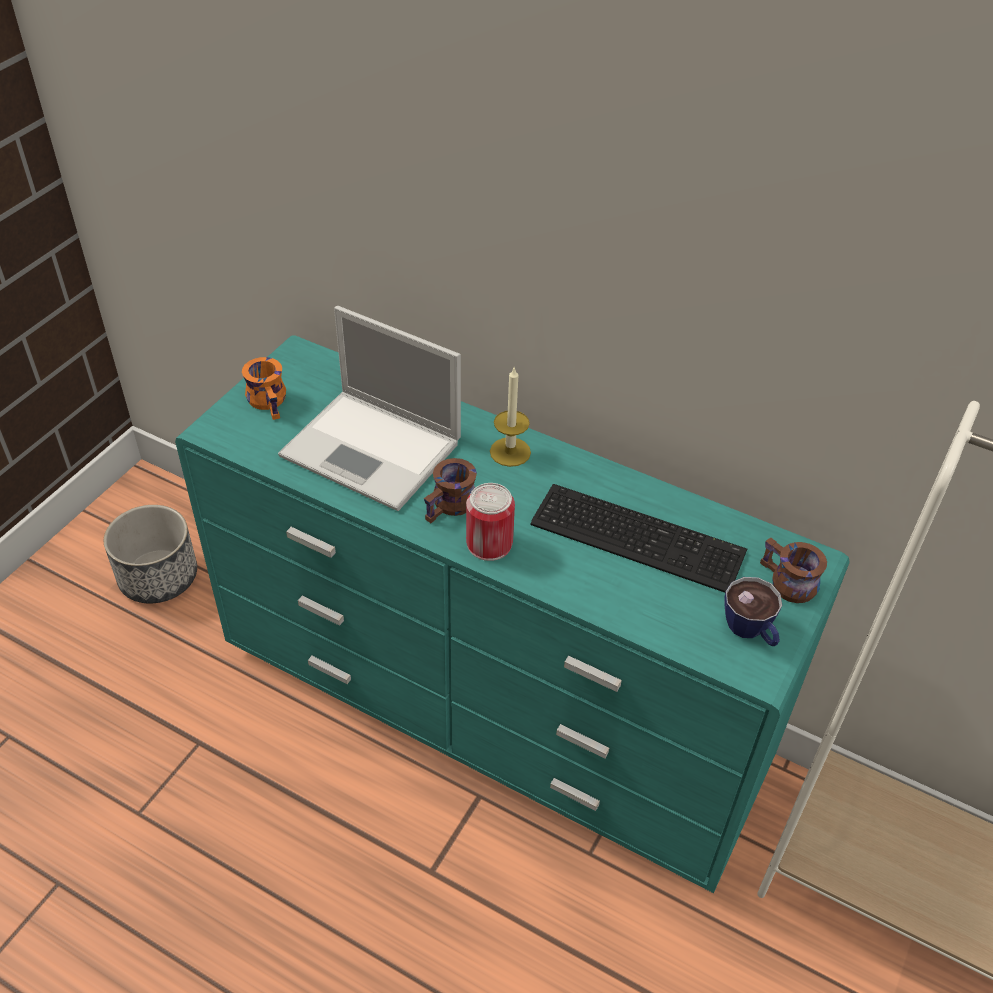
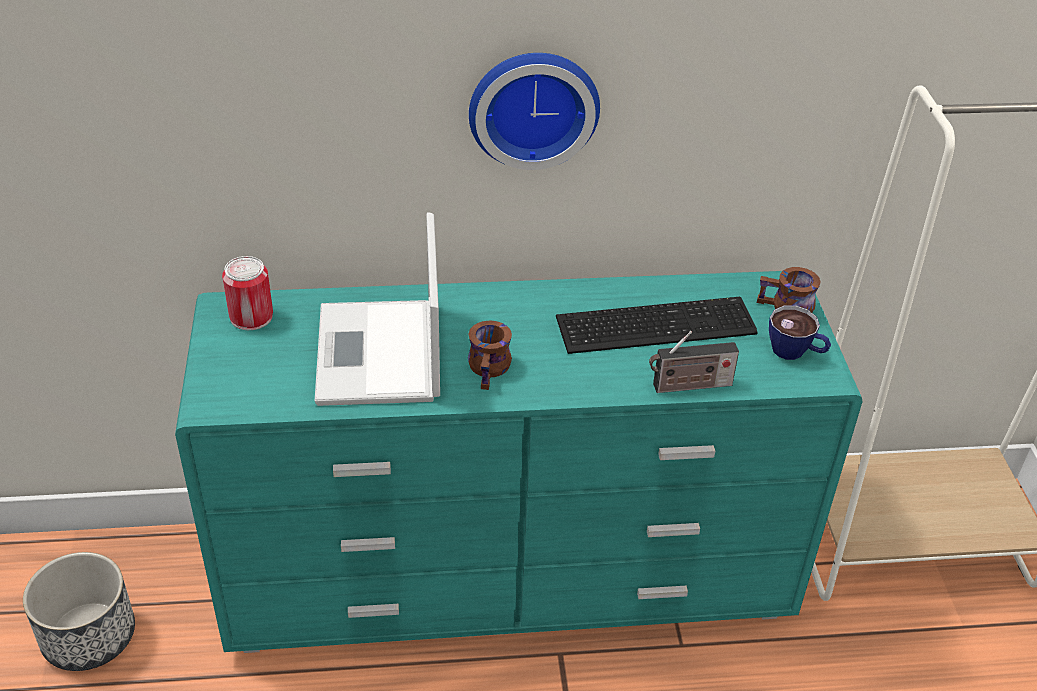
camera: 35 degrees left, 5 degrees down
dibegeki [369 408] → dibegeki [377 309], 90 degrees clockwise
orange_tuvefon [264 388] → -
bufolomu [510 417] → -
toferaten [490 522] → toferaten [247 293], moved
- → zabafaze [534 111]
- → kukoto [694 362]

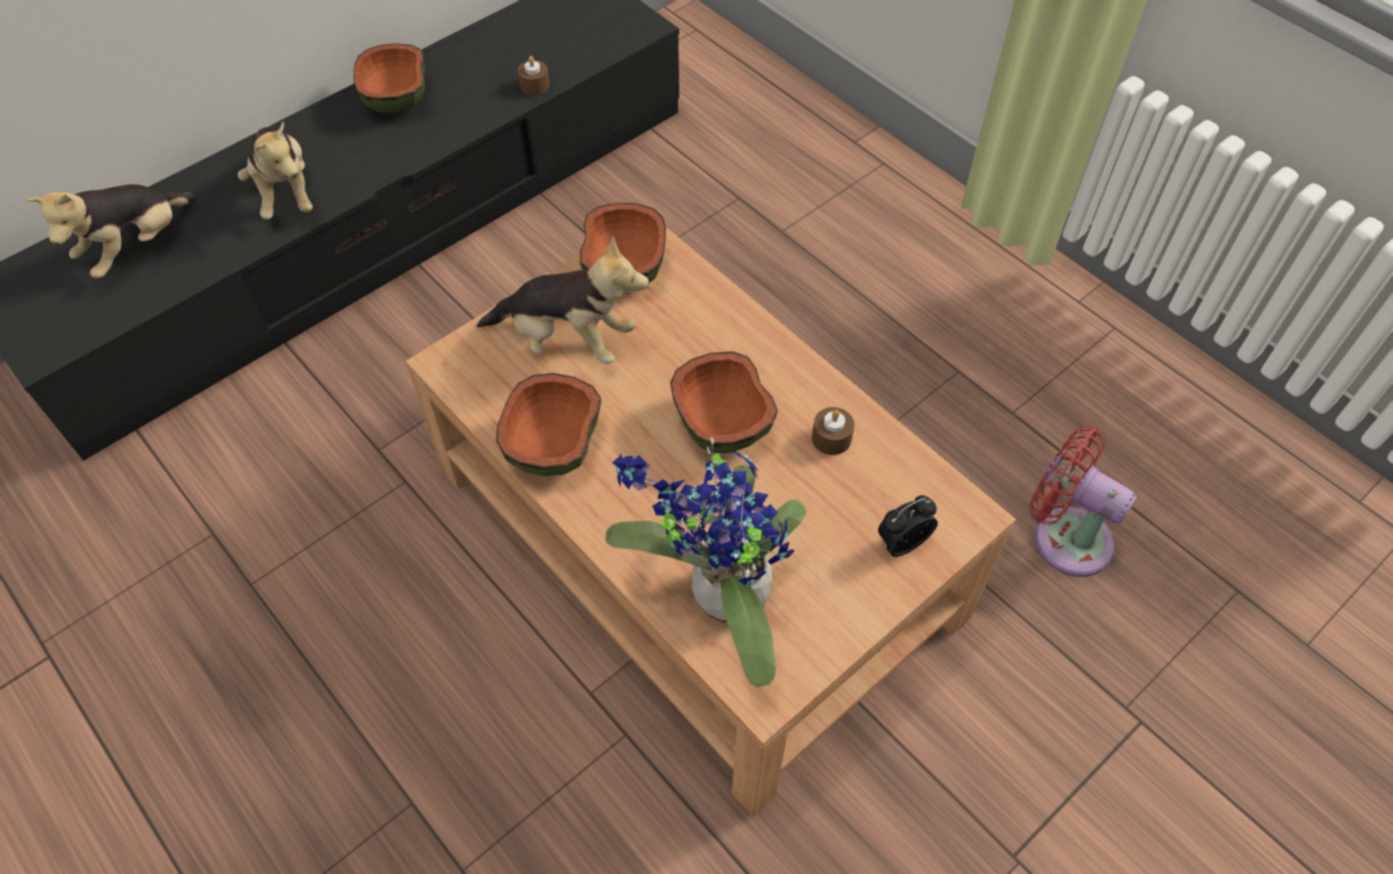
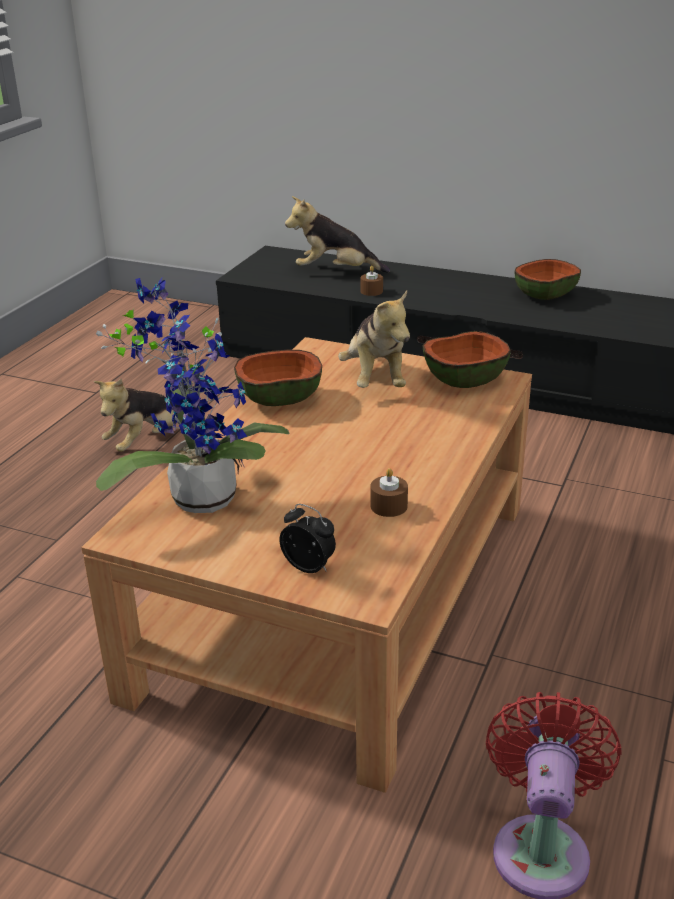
camera: 65 degrees right, 25 degrees down
brown_bufolomu [534 75] → brown_bufolomu [372 281], moved
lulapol [275 170] → lulapol [134 415], moved
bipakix [724 402] → -

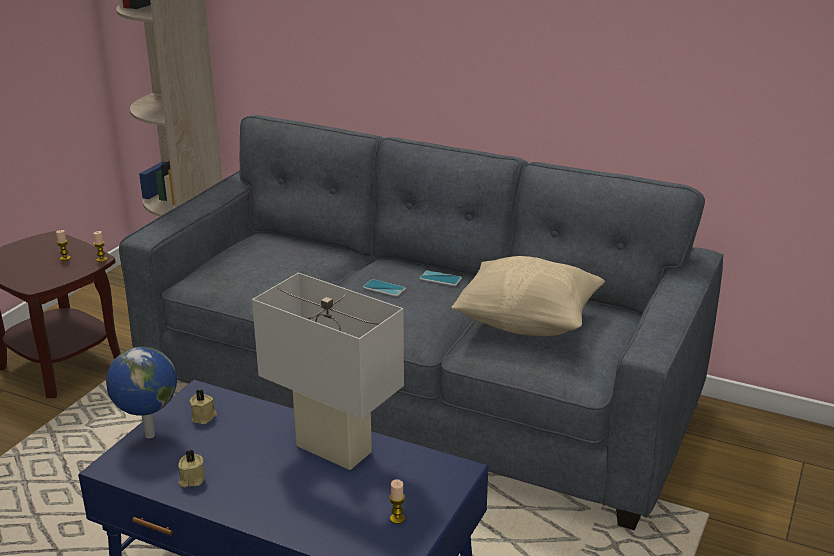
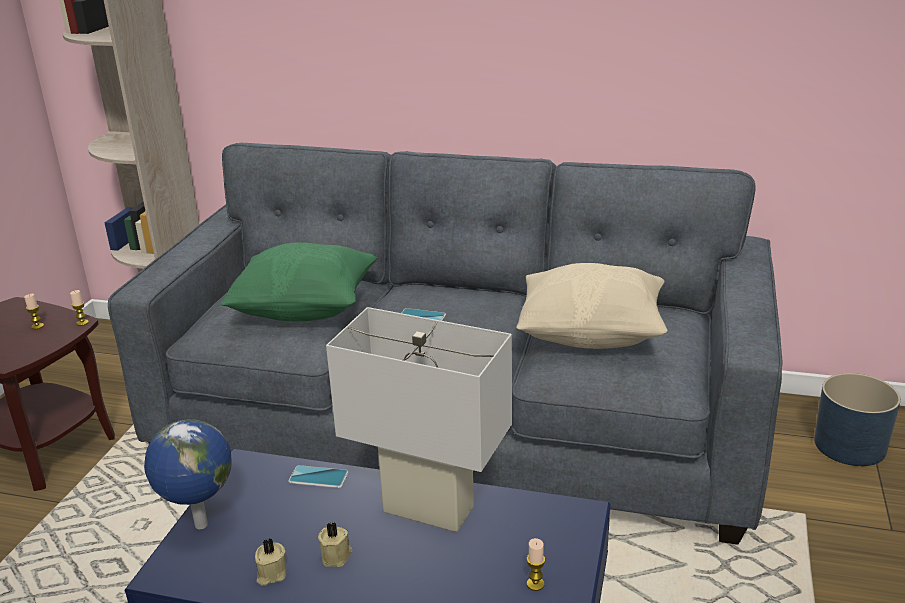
camera: 10 degrees left, 0 degrees up
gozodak [440 278] → gozodak [318 476], moved
beige_bufolomu [203 406] → beige_bufolomu [335 544], moved
- → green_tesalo [298 281]
- → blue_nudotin [857 419]

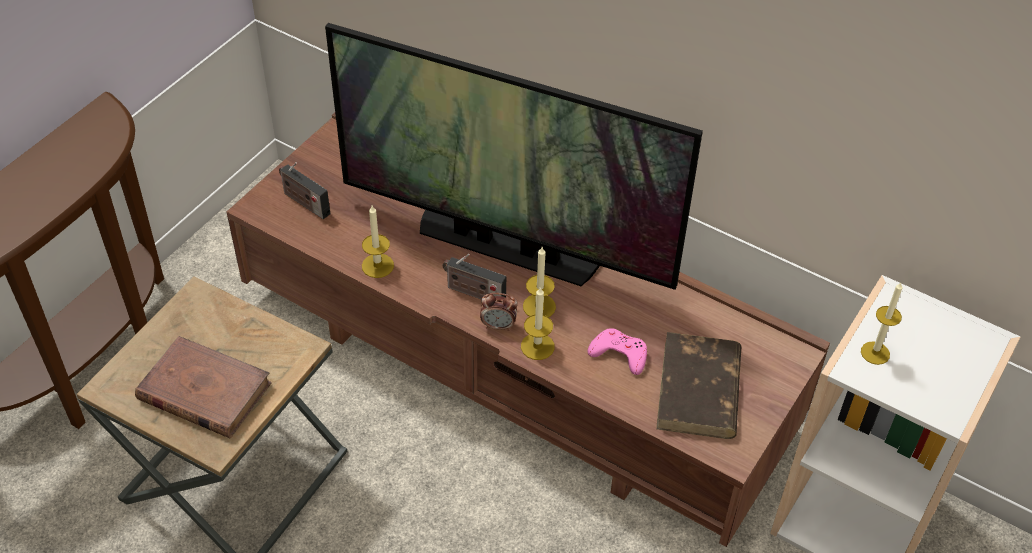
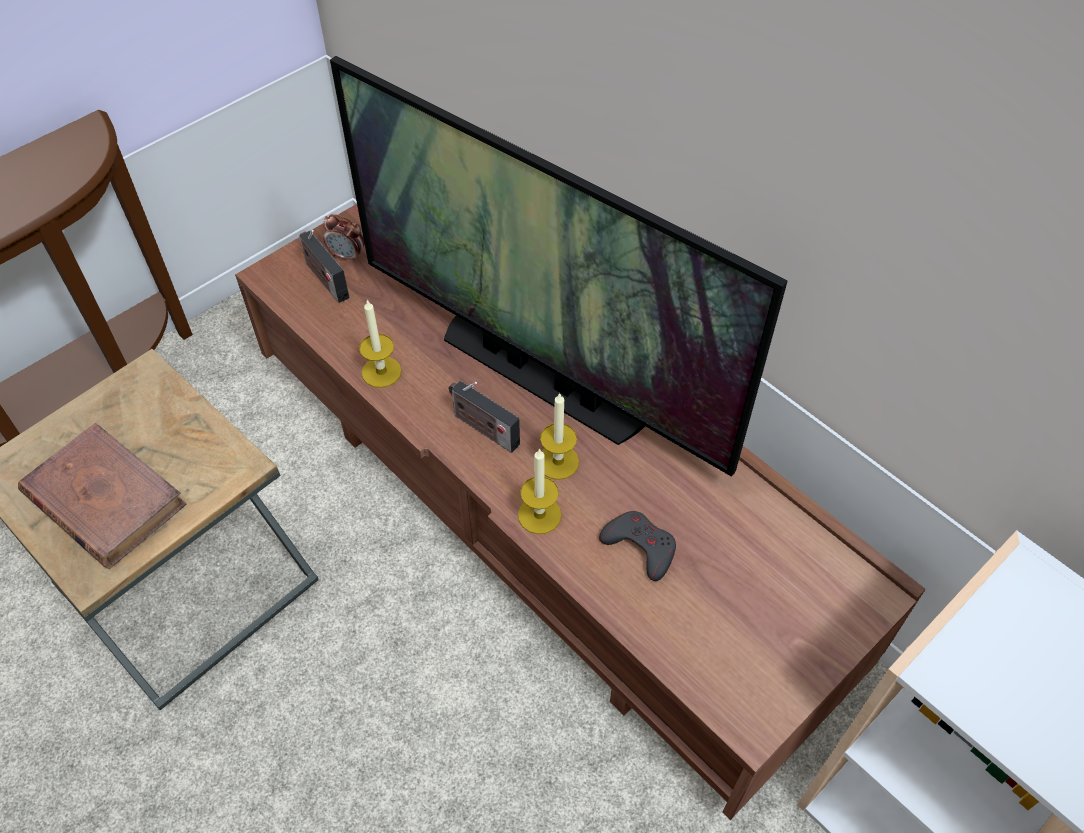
camera: 15 degrees right, 5 degrees up
bufolomu [881 324] → -
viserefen [499 312] → viserefen [344 238], moved
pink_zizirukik [617 351] → grey_zizirukik [637 546]
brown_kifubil [698 385] → -

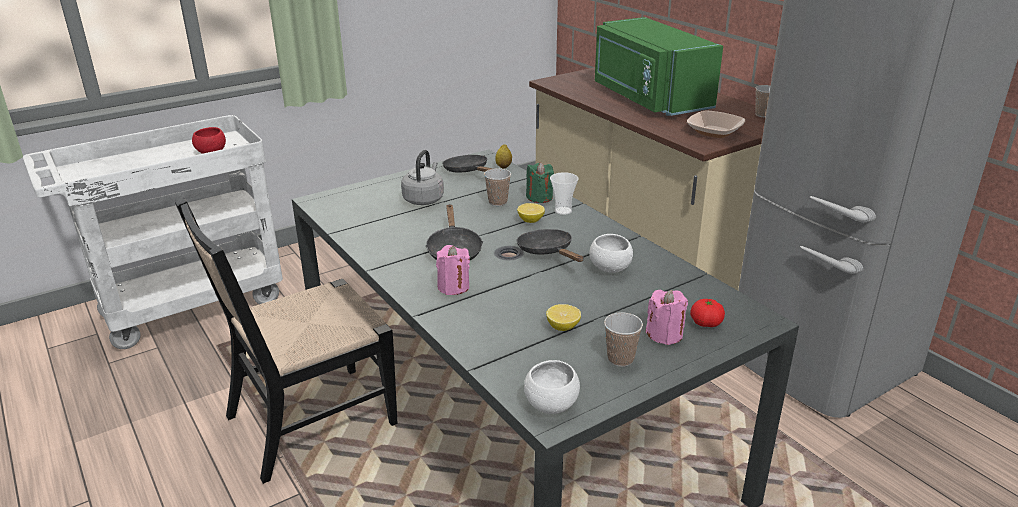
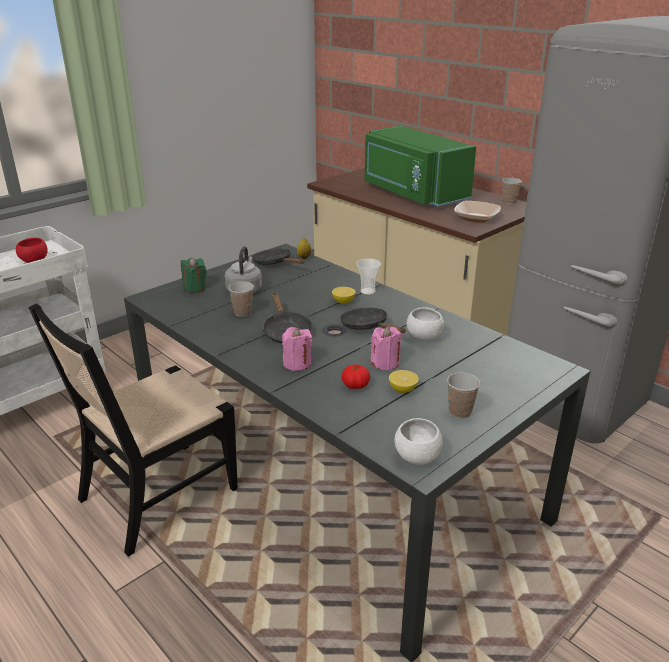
camera: 10 degrees left, 0 degrees up
green_bufolomu [540 182] → green_bufolomu [194 275], moved
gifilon [497 187] → gifilon [241 299], moved
pink_bufolomu [667 317] → pink_bufolomu [386 348], moved
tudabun [707 313] → tudabun [355 377], moved

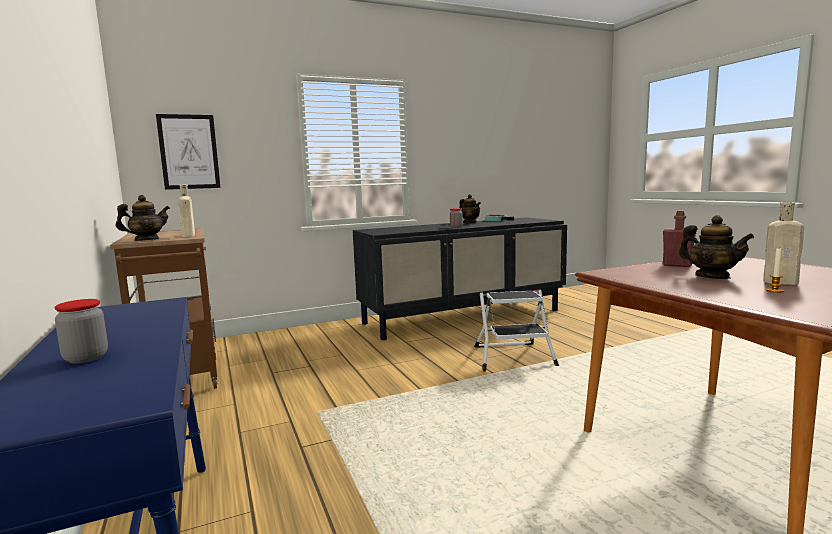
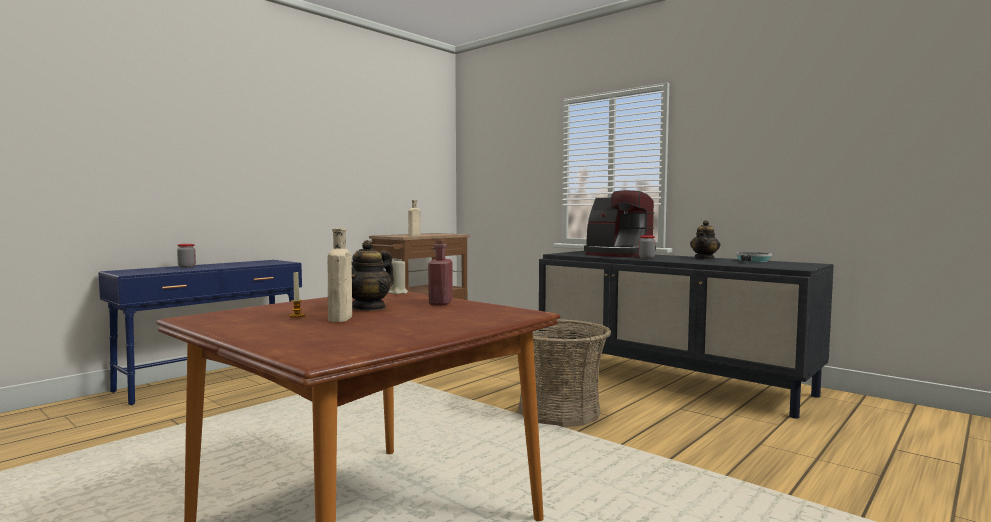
camera: 65 degrees right, 5 degrees down
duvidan [188 152] → -
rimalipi [143 218] → -
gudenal [516 330] → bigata [564 373]
- → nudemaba [620 223]
- → beige_bufolomu [398 276]

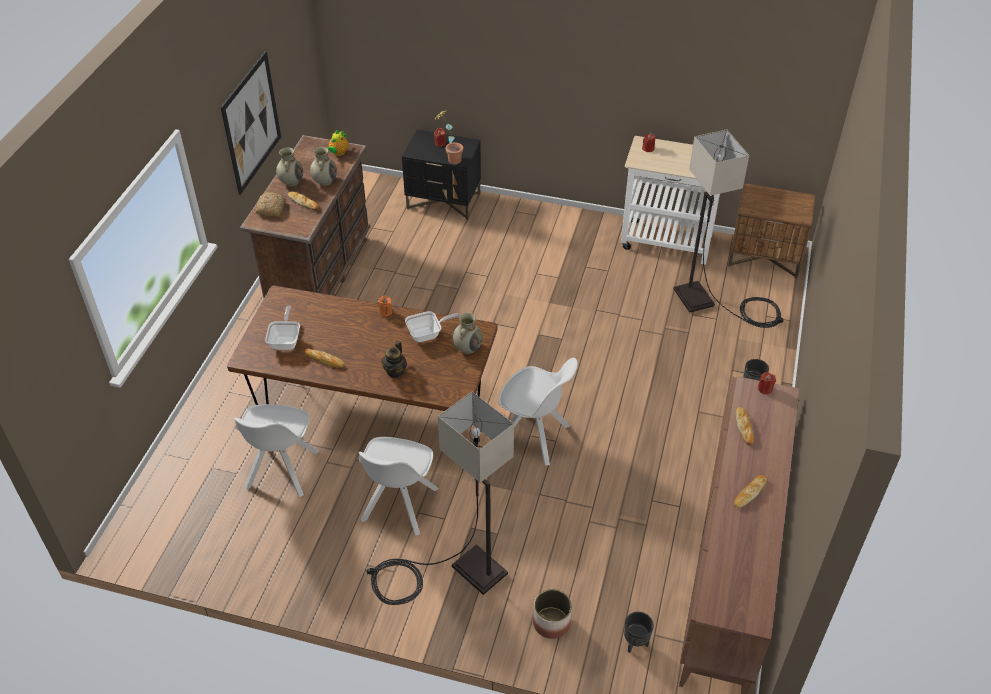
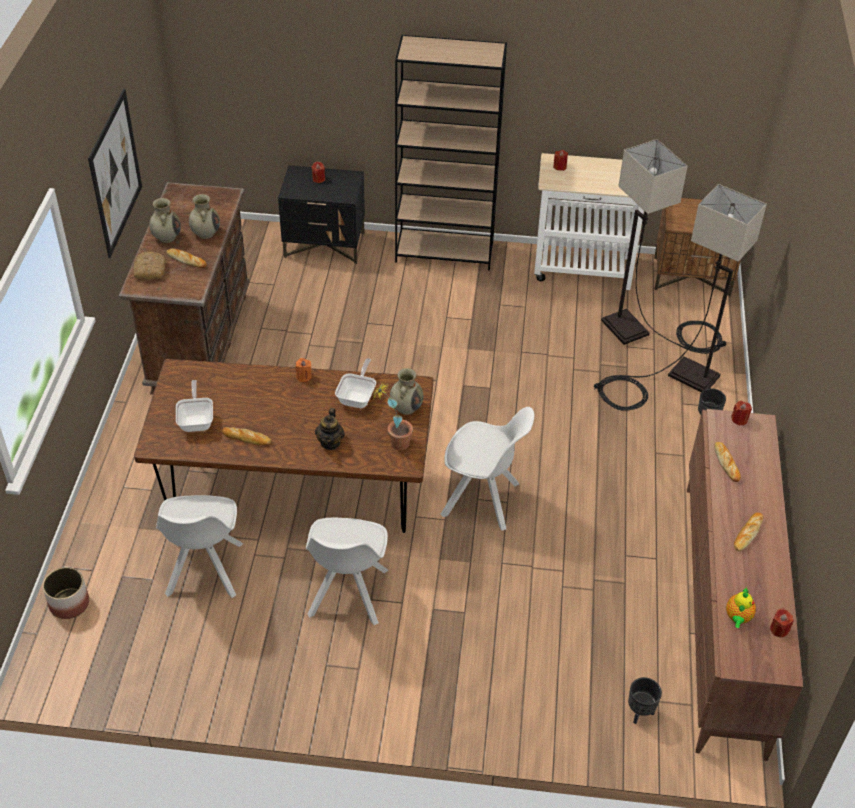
camera: 10 degrees left, 0 degrees up
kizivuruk [448 137] → kizivuruk [393 416], moved
rimalipi [337 143] → rimalipi [741 607], moved
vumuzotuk [432 326] → vumuzotuk [355 383], 45 degrees counterclockwise
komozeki [440 498] → komozeki [680 297], moved
nudotin [552 614] → nudotin [66 593], moved
- → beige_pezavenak [451 153]
- → red_bufolomu [782 622]

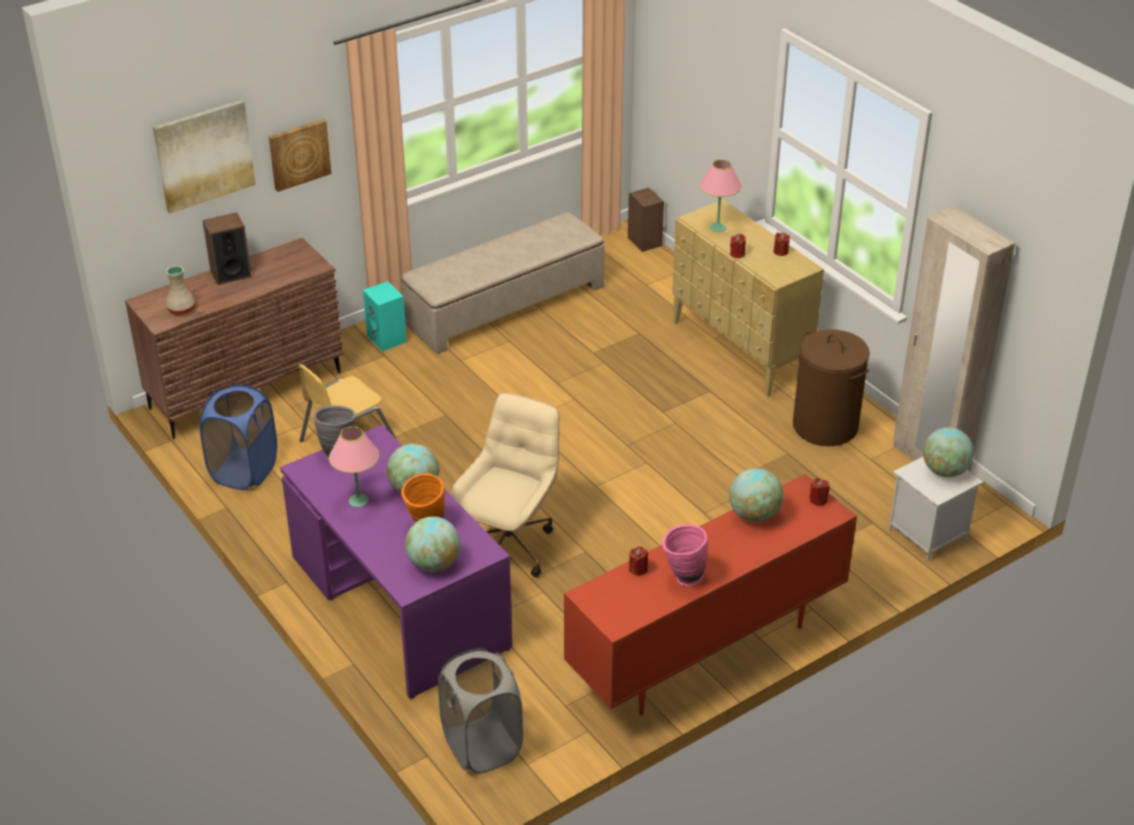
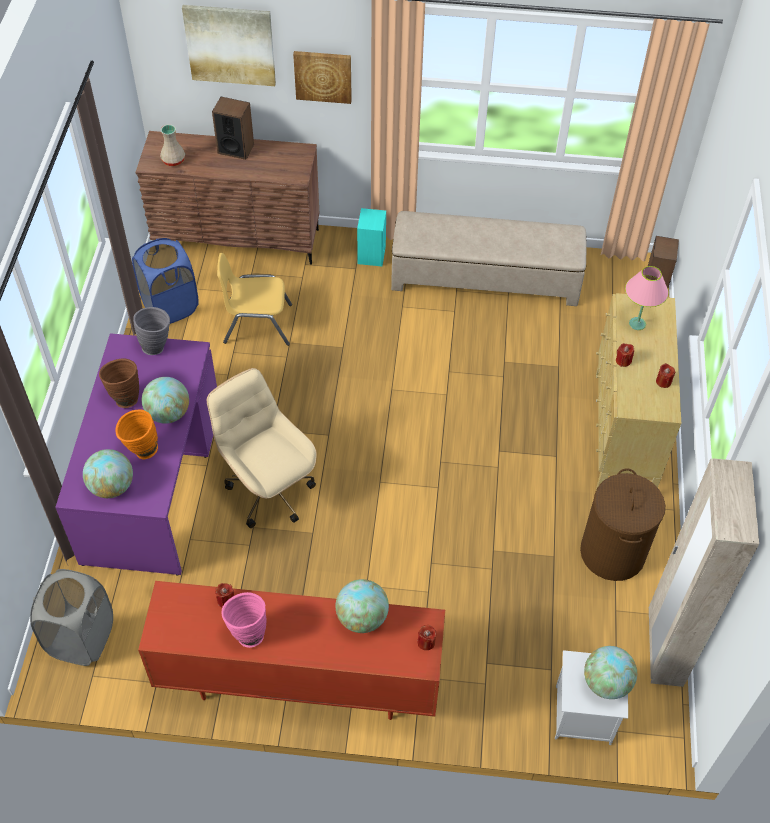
camera: 40 degrees right, 15 degrees up
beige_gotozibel [505 485] → beige_gotozibel [262 448], 105 degrees counterclockwise
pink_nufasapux [354 466] → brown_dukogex [119 383]

